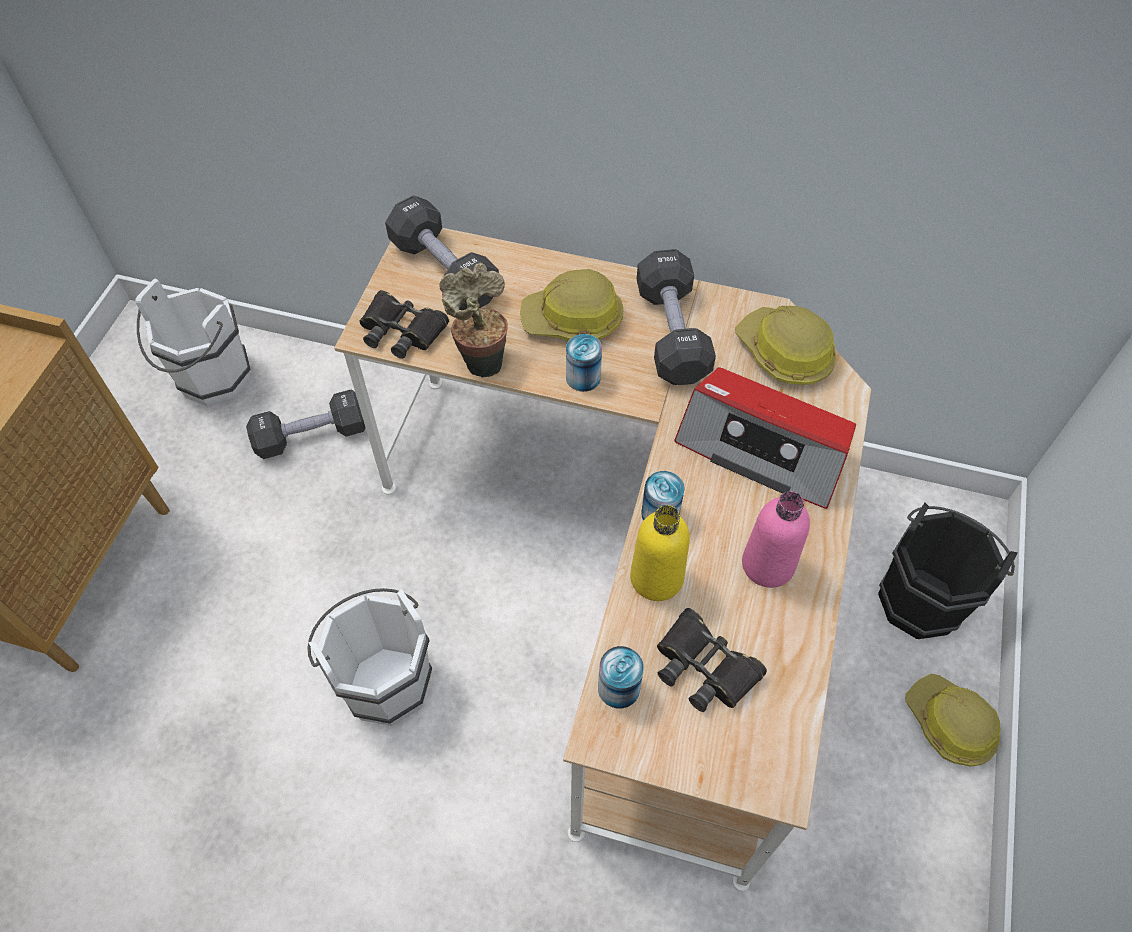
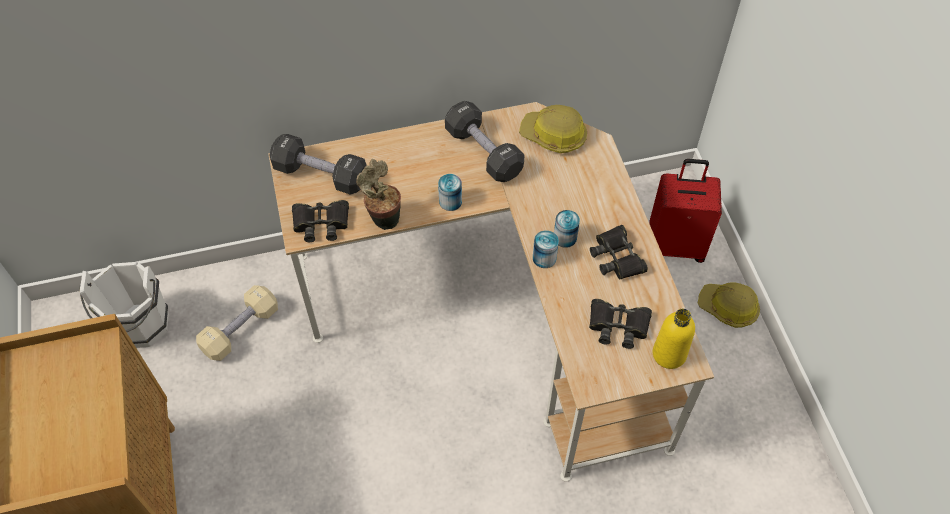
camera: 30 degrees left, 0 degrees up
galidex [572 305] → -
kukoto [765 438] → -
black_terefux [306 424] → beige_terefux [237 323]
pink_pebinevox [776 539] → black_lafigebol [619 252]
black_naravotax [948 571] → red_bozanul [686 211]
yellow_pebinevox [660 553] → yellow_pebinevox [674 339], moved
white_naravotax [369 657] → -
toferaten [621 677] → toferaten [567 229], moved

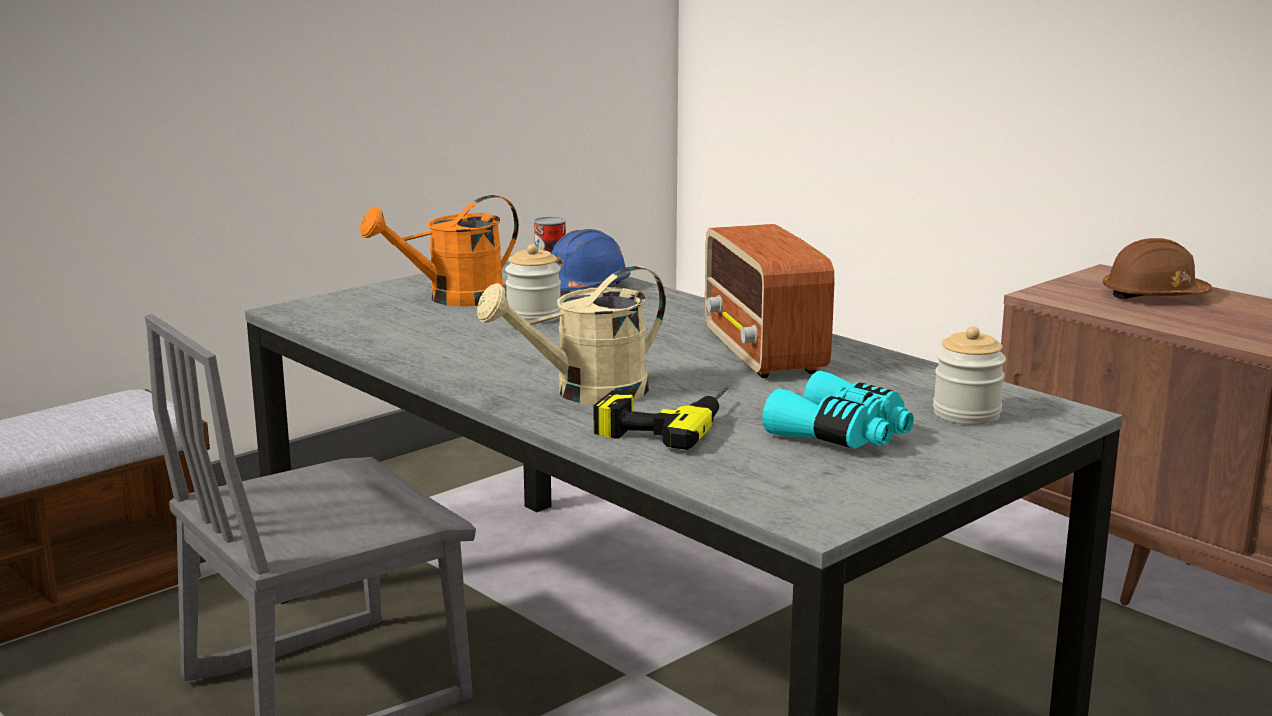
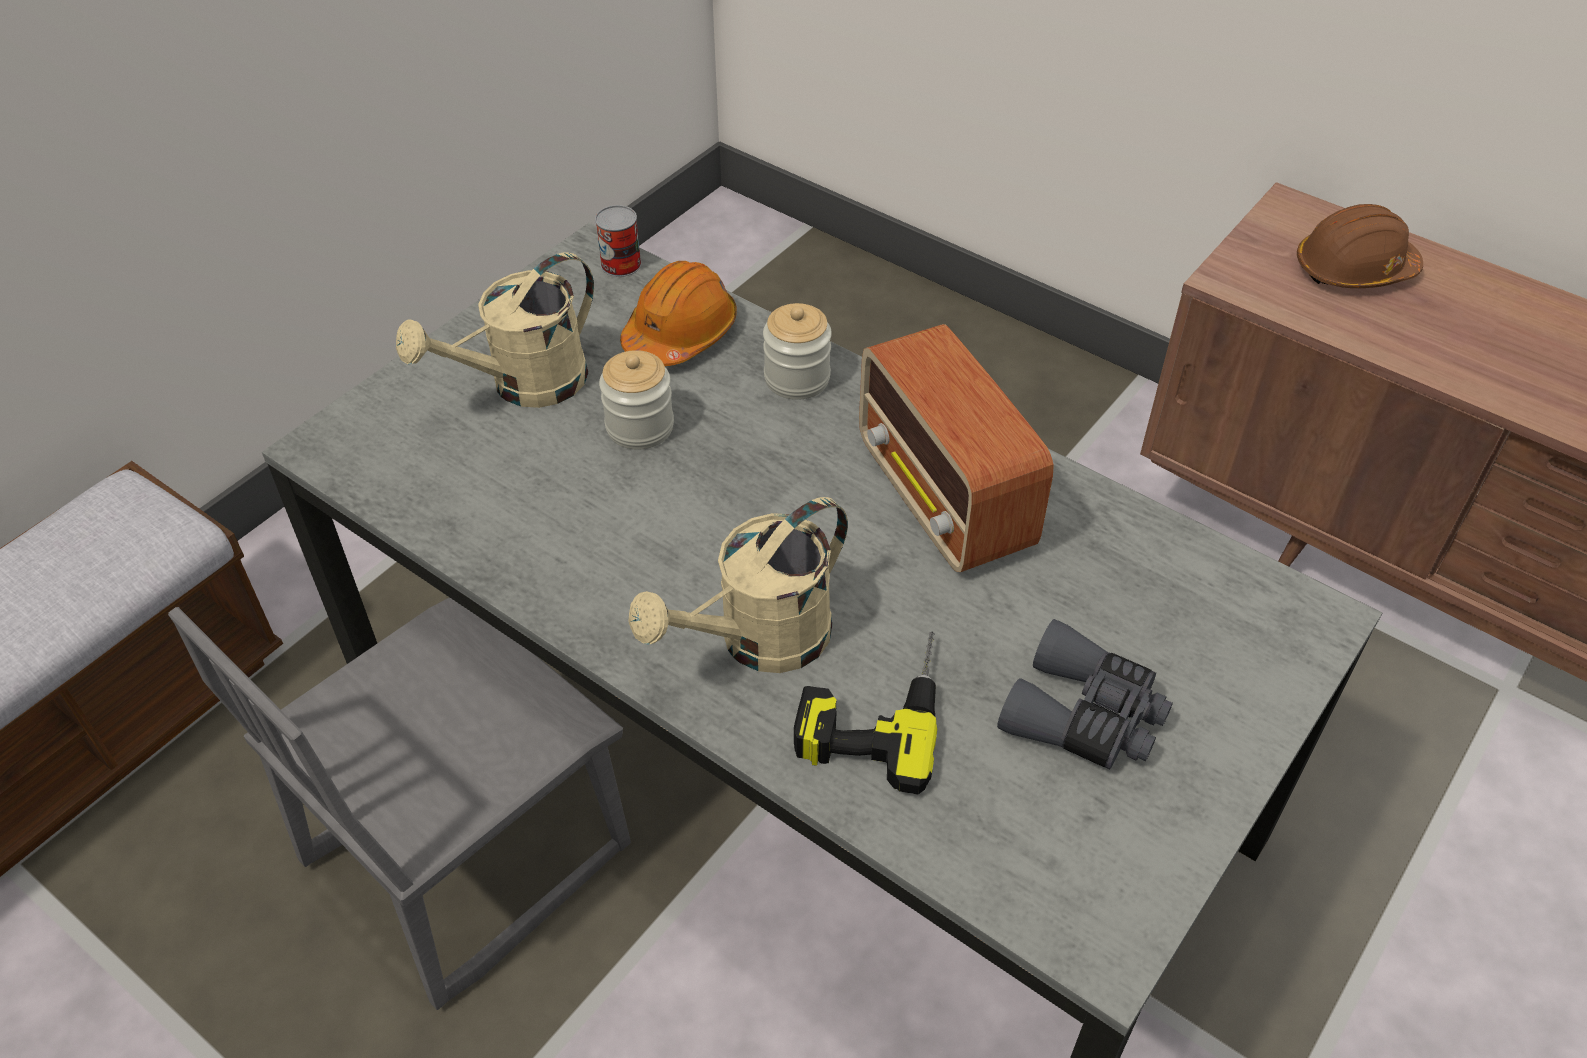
camera: 10 degrees left, 30 degrees up
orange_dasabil [439 250] → beige_dasabil [495 330]
blue_galidex [590 259] → orange_galidex [678 313]
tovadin [969 375] → tovadin [797 351], moved
turquoise_lafigebol [838 409] → grey_lafigebol [1085 694]

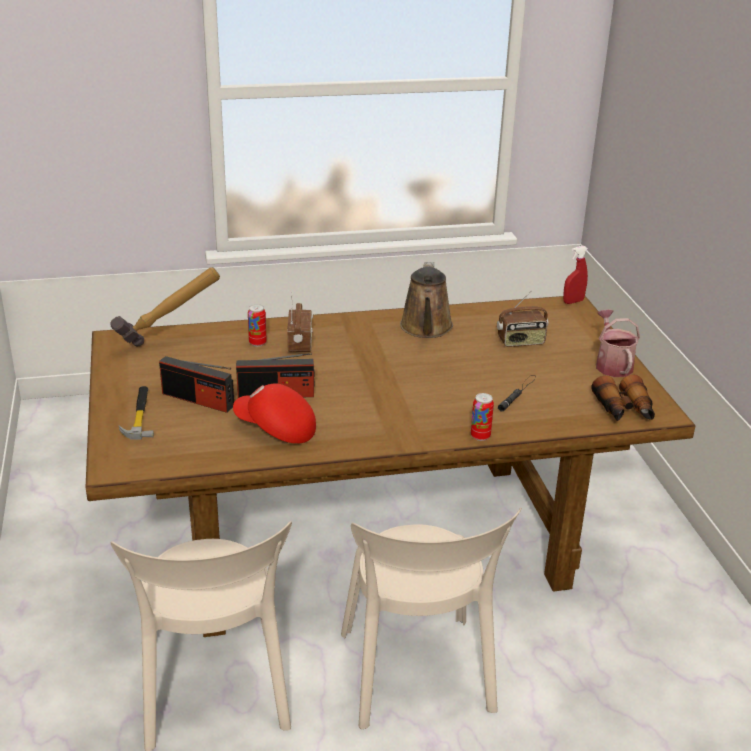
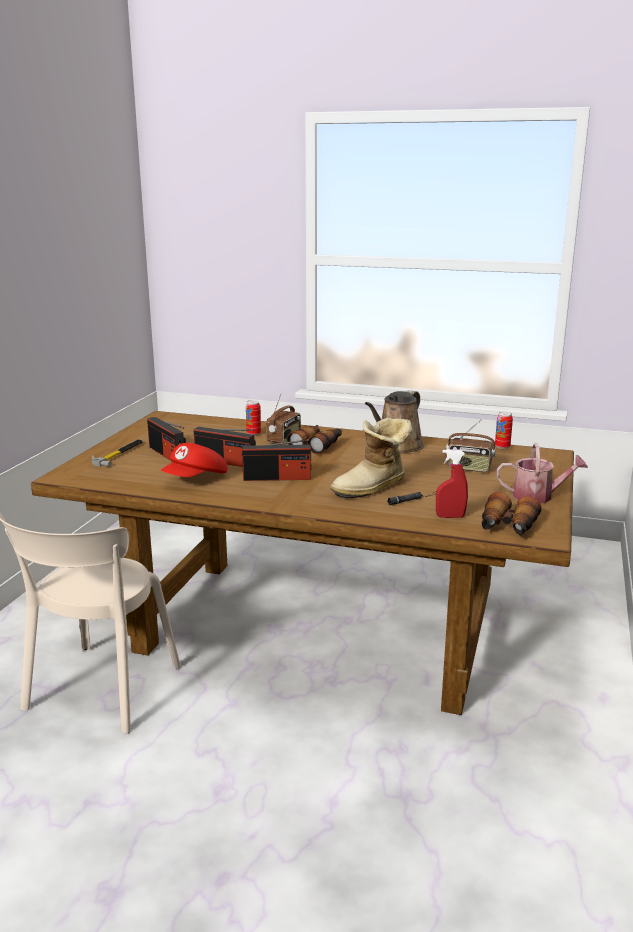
camera: 30 degrees right, 10 degrees down
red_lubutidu [575 275] → red_lubutidu [452 483], moved
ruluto [165 307] → -
dasabil [618 343] → dasabil [542 473], 75 degrees clockwise
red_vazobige [274 414] → red_vazobige [194 460], 105 degrees counterclockwise
toferaten [482 417] → toferaten [504 430], moved
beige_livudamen [431 618] → -
- → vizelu [371 458]
- → lafigebol [314 439]
- → kukoto [276 460]

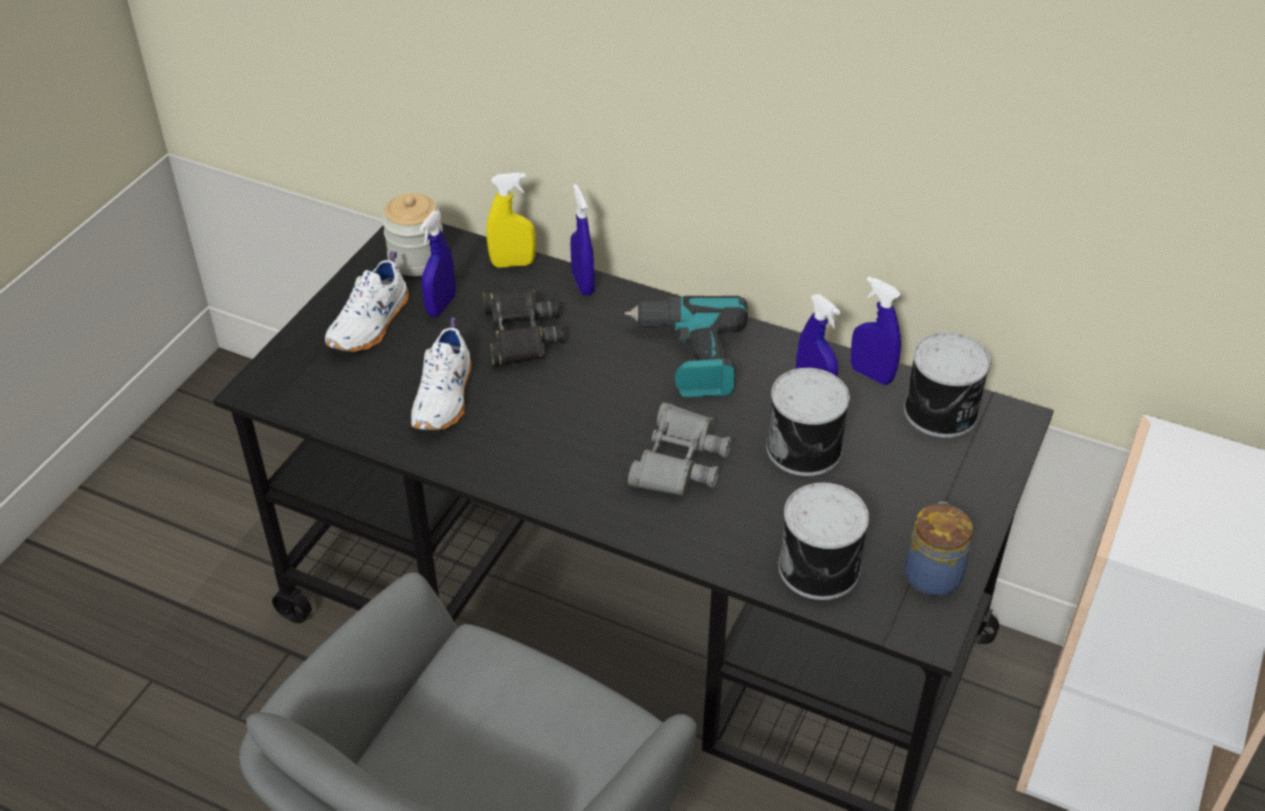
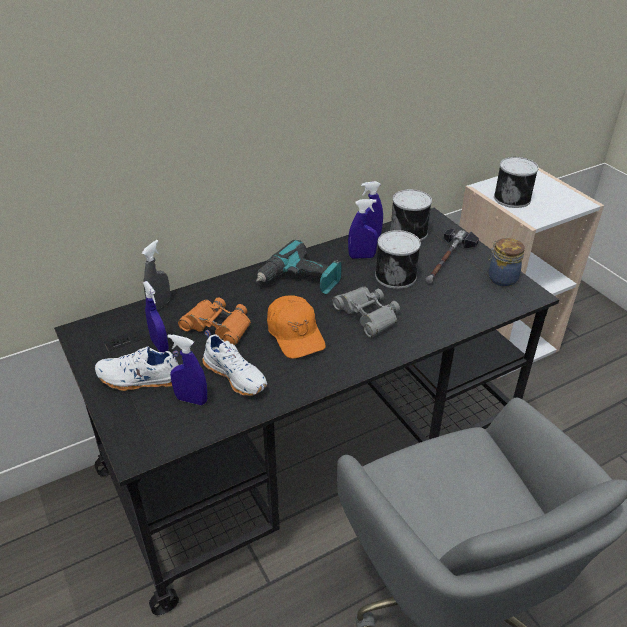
camera: 55 degrees left, 5 degrees down
yellow_lubutidu [511 220] → grey_lubutidu [156 275]
blue_lubutidu [582 240] → blue_lubutidu [187 369], moved
tovadin [412 234] → -
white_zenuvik [367 301] → white_zenuvik [137 368], 120 degrees clockwise
black_lafigebol [523 328] → orange_lafigebol [214 321]
toferaten [823 541] → toferaten [516 182], moved
- → ruluto [452 255]
- → orange_vazobige [296 327]

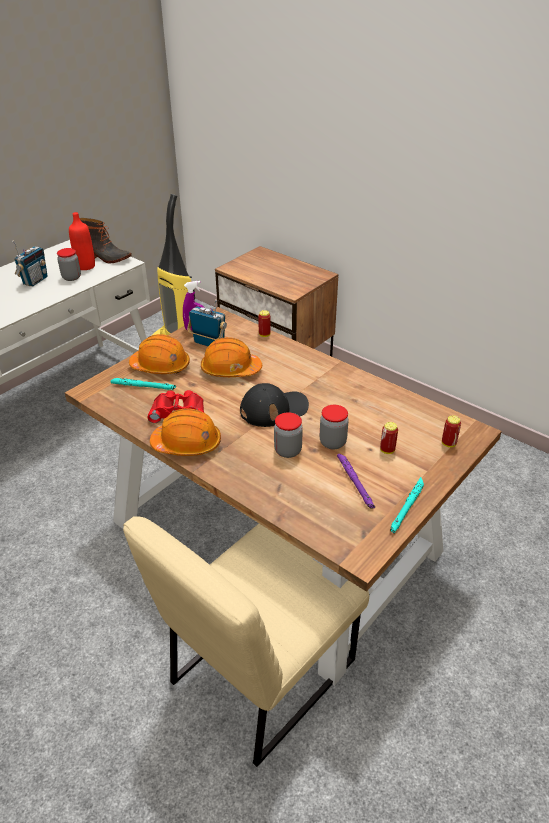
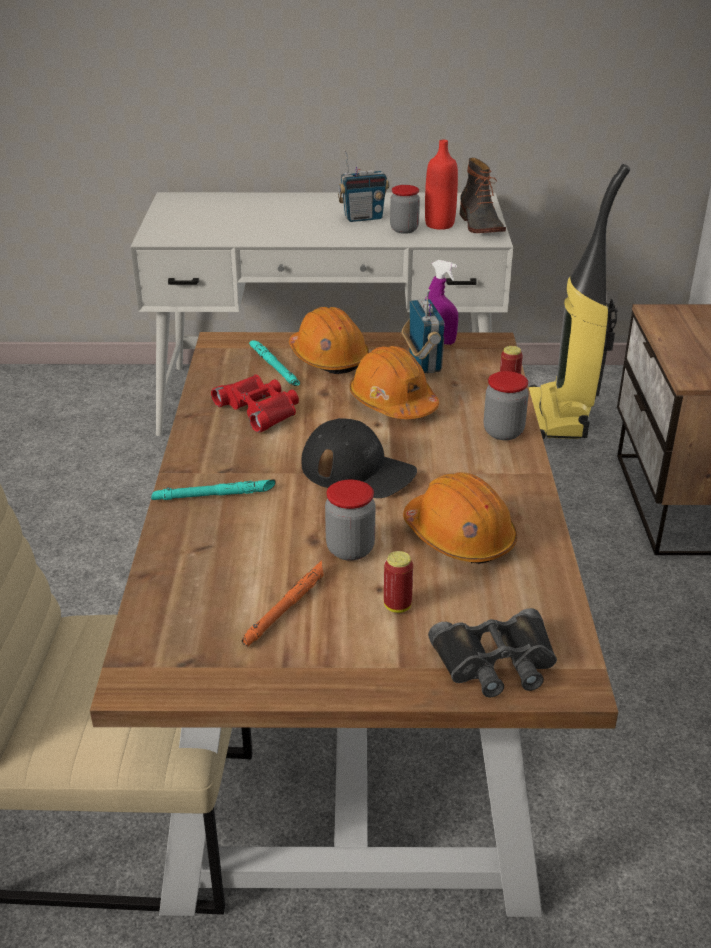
camera: 50 degrees right, 5 degrees down
orange_galidex [185 432] → orange_galidex [460 518], moved
tovadin [288 435] → tovadin [506 405], moved
toferaten [451 431] → black_lafigebol [492 652]
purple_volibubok [356 481] → orange_volibubok [282 603]
turquoise_volibubok [407 505] → turquoise_volibubok [213 489], moved

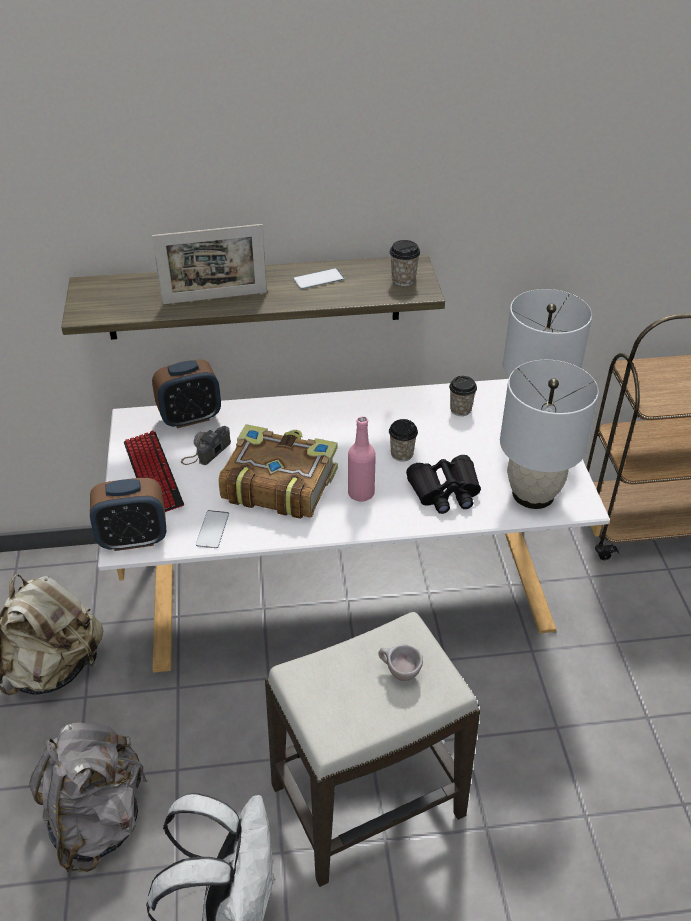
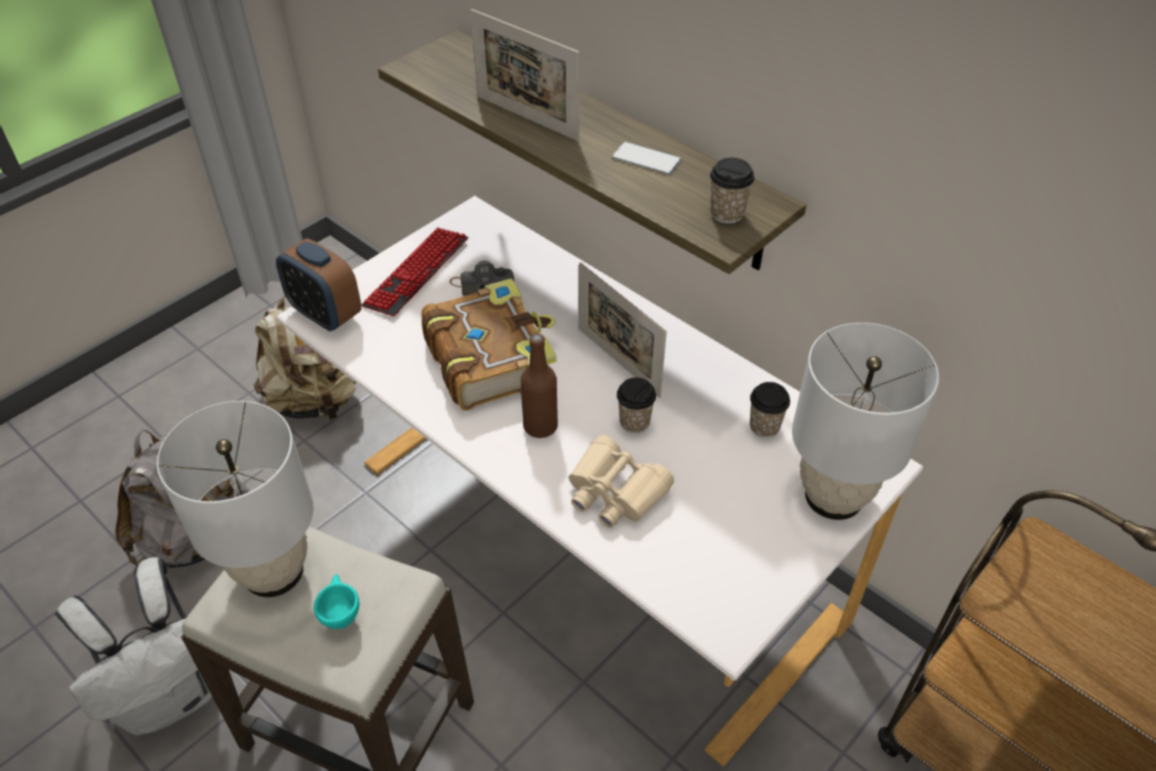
camera: 50 degrees right, 5 degrees up
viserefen [186 393] → -
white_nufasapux [549 434] → white_nufasapux [235 499], moved
pink_pebinevox [362 459] → brown_pebinevox [539 385]
black_lafigebol [443 484] → beige_lafigebol [621 481]
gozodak [212 529] → -
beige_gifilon [400 662] → turquoise_gifilon [336 601]
- → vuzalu [623 330]

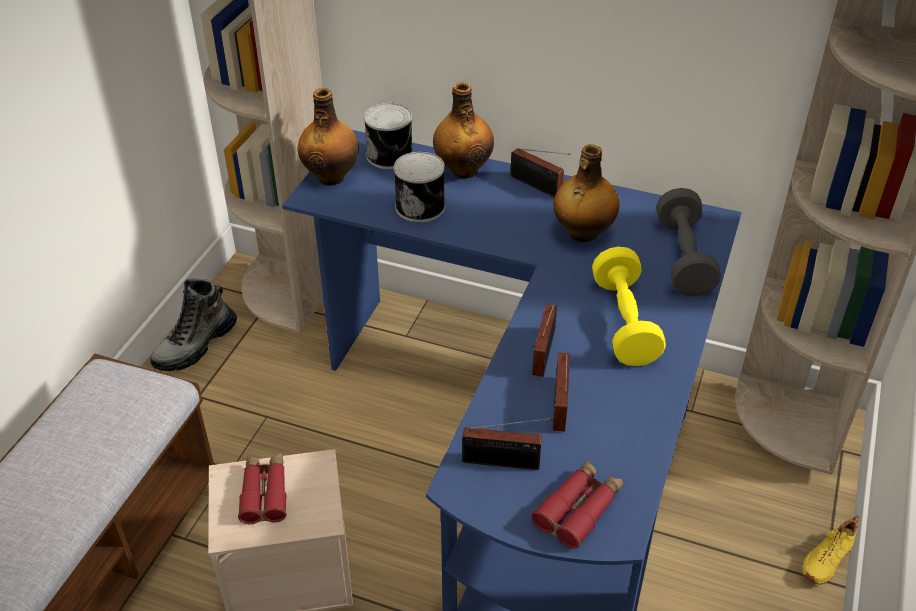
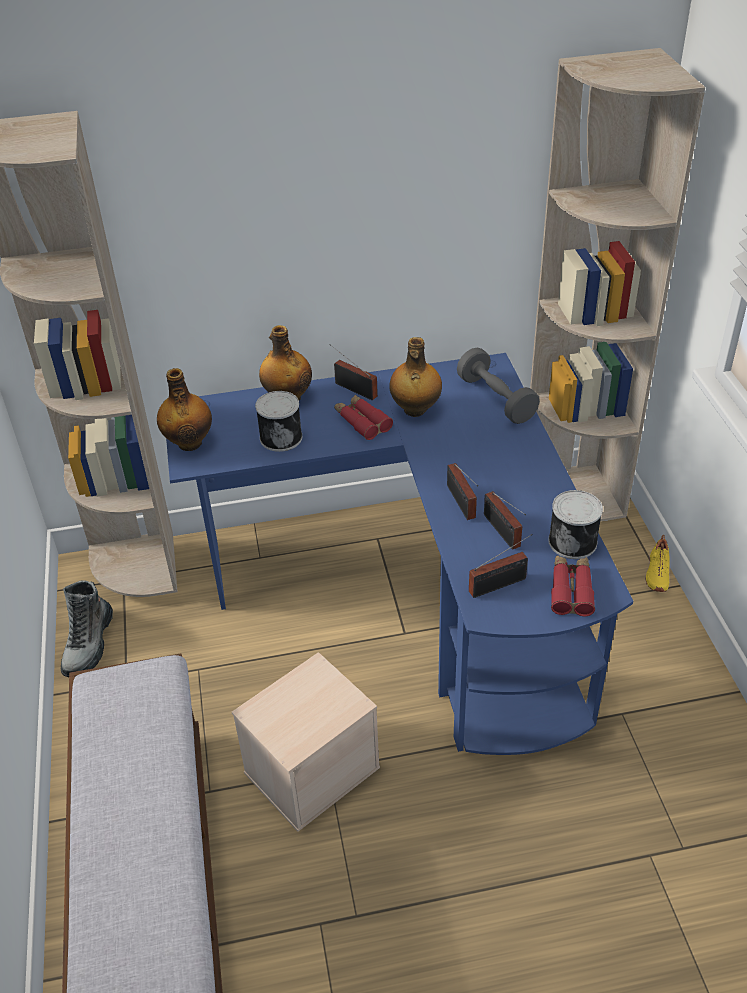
camera: 30 degrees left, 0 degrees up
toferaten [388 136] → toferaten [575 524], moved
kukoto [540 172] → kukoto [354 372], 150 degrees counterclockwise
yellow_terefux [629 306] → -
red_lafigebol [262 488] → red_lafigebol [363 417], moved

